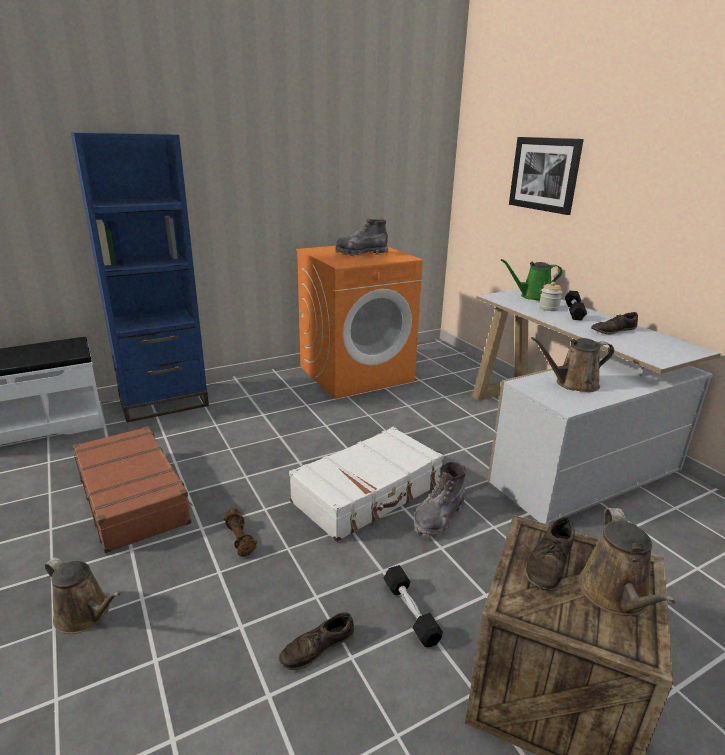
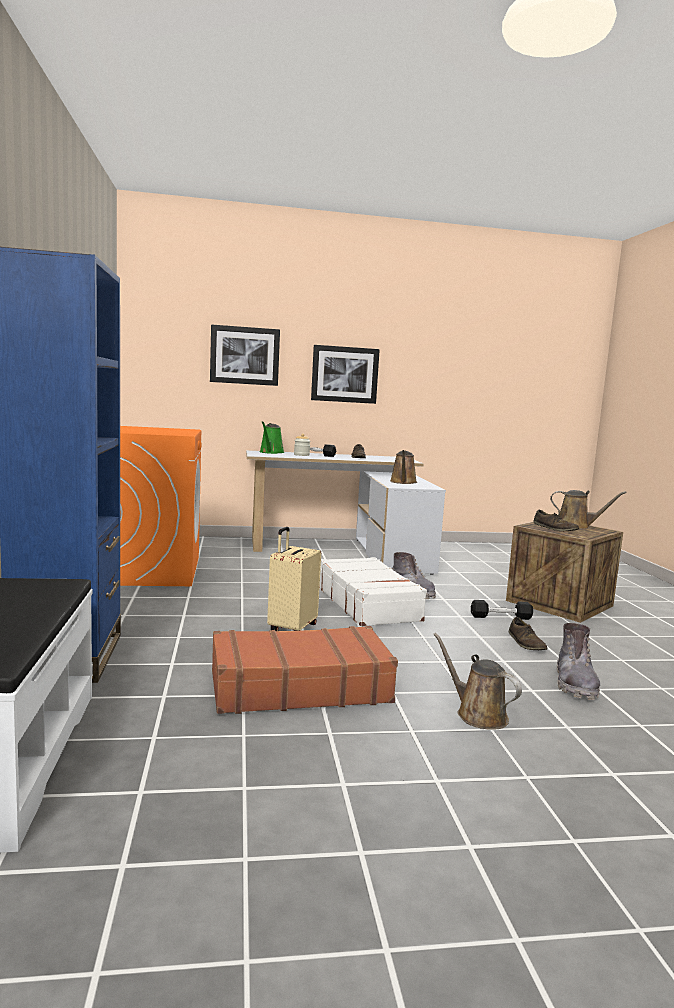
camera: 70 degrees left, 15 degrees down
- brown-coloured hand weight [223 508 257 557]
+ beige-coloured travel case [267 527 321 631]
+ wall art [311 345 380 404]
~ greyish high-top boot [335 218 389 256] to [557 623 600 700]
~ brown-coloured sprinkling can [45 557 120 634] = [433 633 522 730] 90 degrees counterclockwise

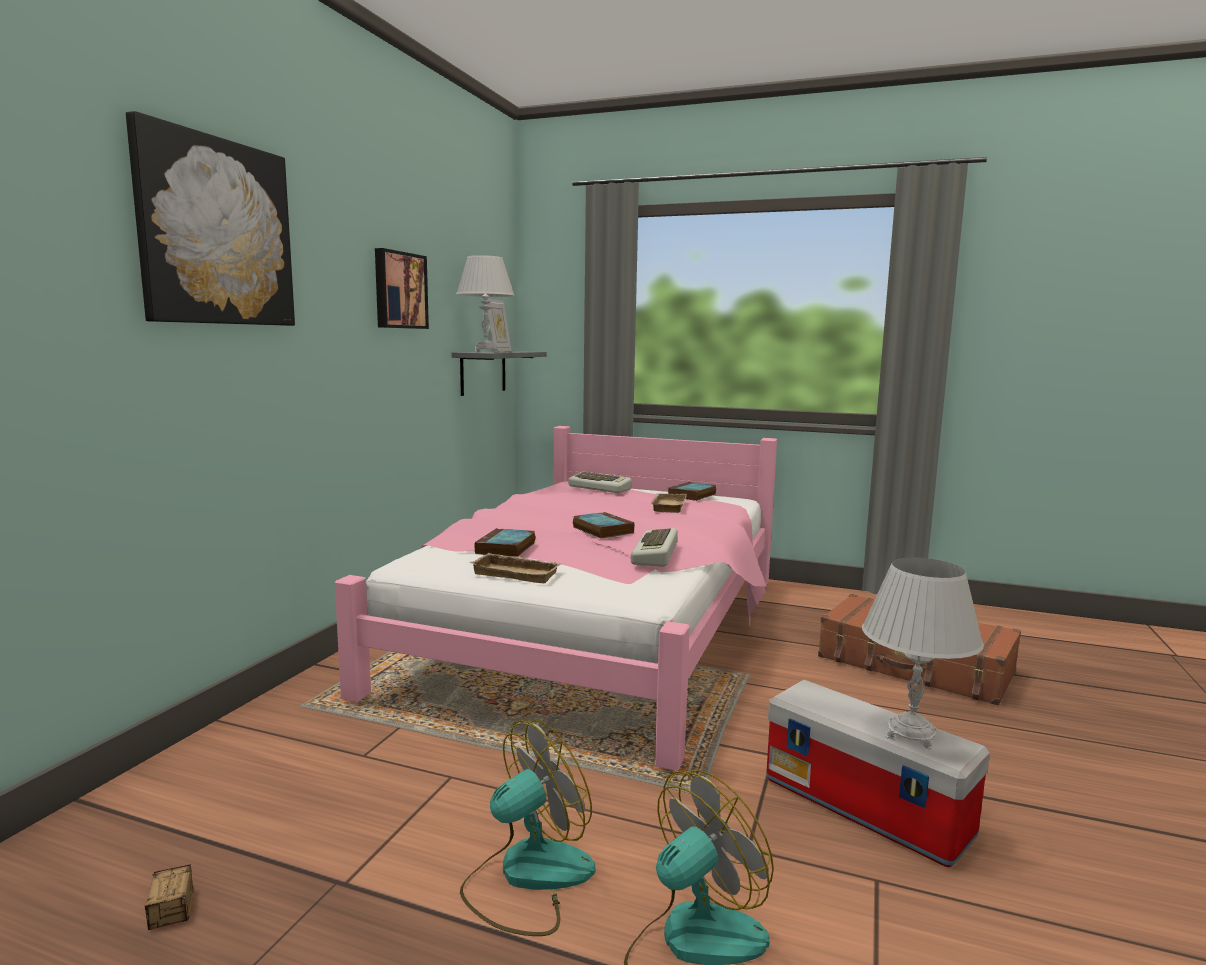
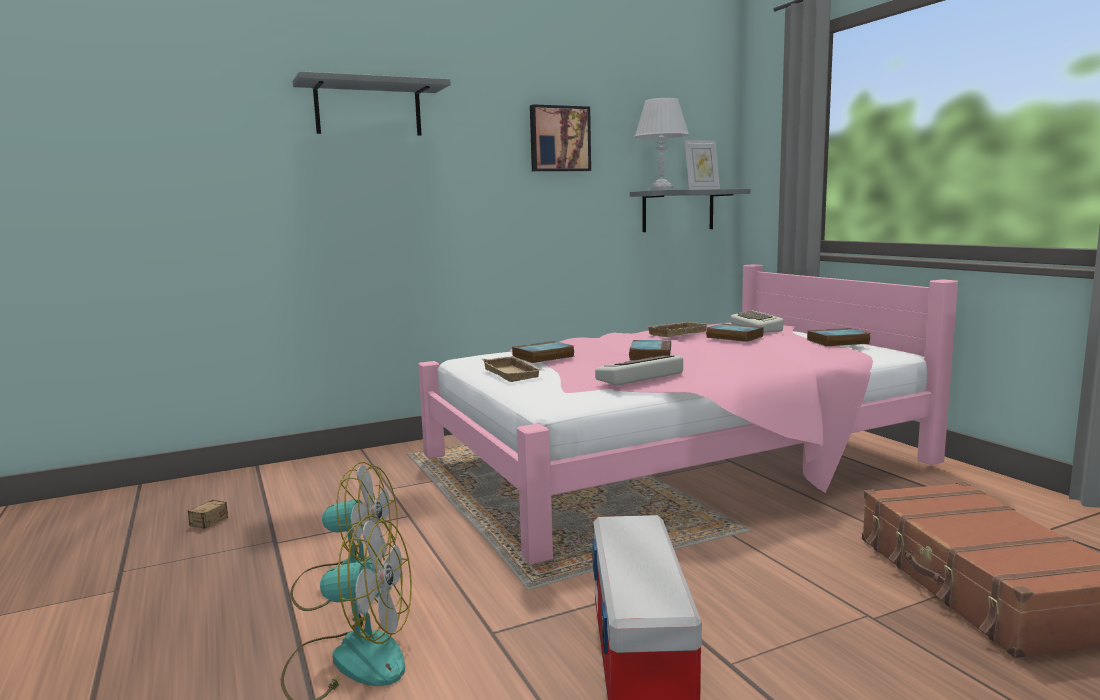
camera: 45 degrees right, 0 degrees up
- whitish table lamp [862 558 984 750]
+ bound book [706 323 764 342]
~ beige-coloured tray [651 493 687 513] to [645 322 708 337]
~ wall art [126 111 295 326] to greyish shelf [293 71 451 136]

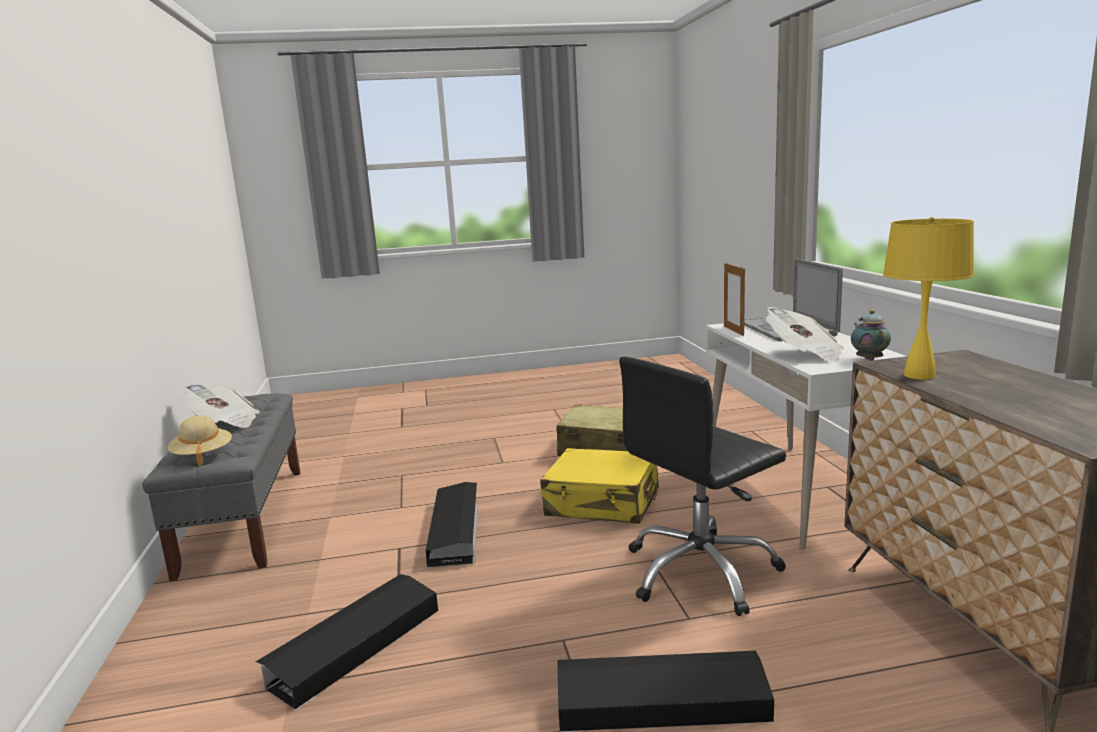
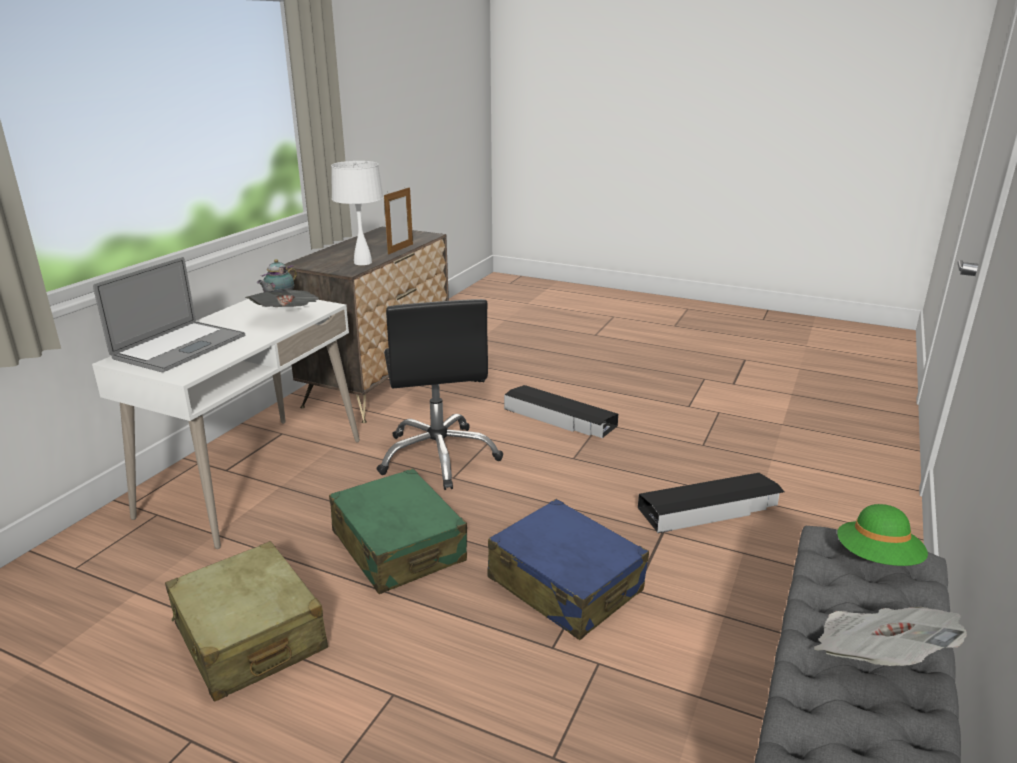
camera: 145 degrees left, 10 degrees up
~ picture frame [724 263 745 336] to [384 186 413 255]
~ black storage bin [425 482 478 567] to blue-coloured travel case [488 499 649 640]
~ beige-coloured wearable hat [167 415 232 466] to green-coloured wearable hat [837 504 928 566]
~ yellow travel case [540 448 659 524] to green-coloured travel case [329 468 467 594]
~ yellow table lamp [883 217 974 379] to whitish table lamp [331 161 384 265]
~ black office chair [619 357 786 616] = [377 299 503 490] 75 degrees clockwise

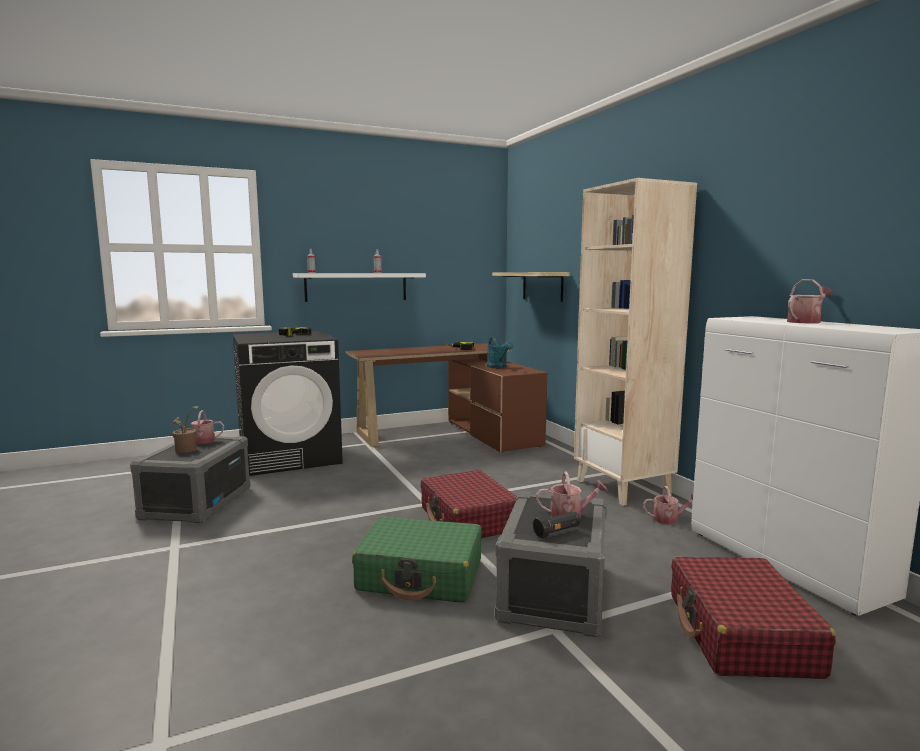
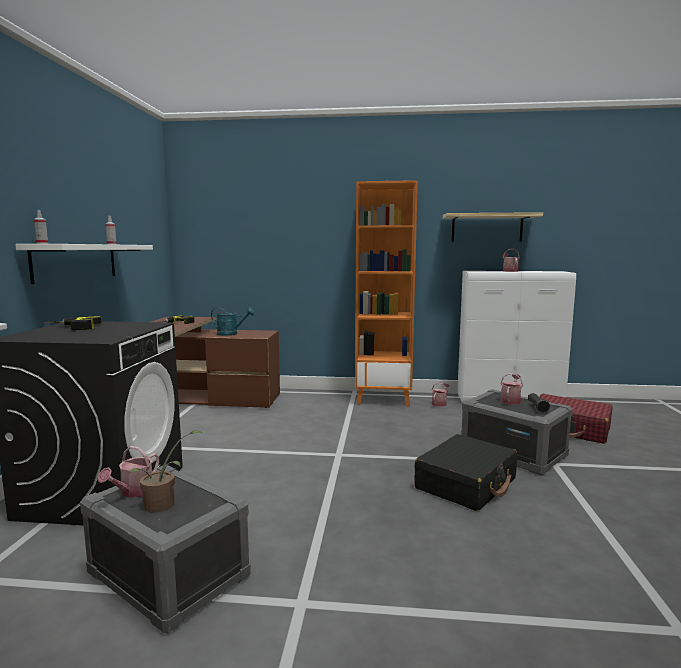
camera: 60 degrees left, 0 degrees up
- red-coloured travel case [421 470 517 538]
~ shelf [492 272 570 302] to [443 212 543 242]
~ green-coloured travel case [352 516 482 603] to black travel case [414 434 517 511]
~ beige-coloured bookshelf [574 178 697 506] to orange bookshelf [355 180 418 406]

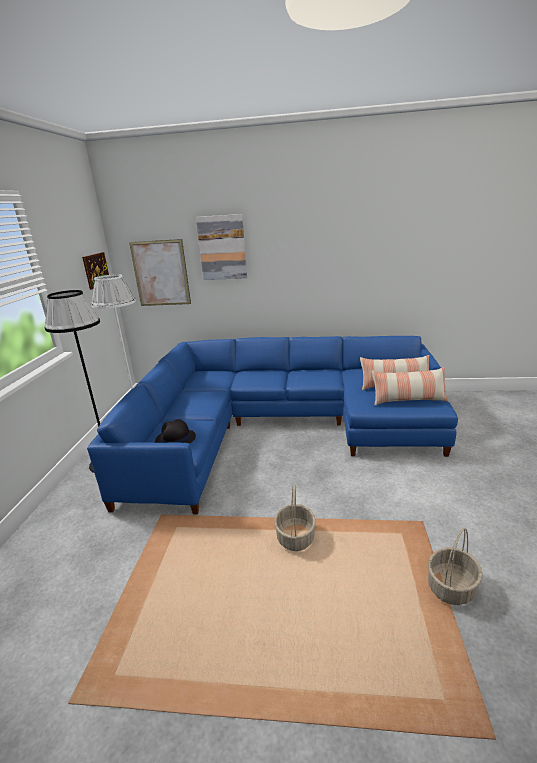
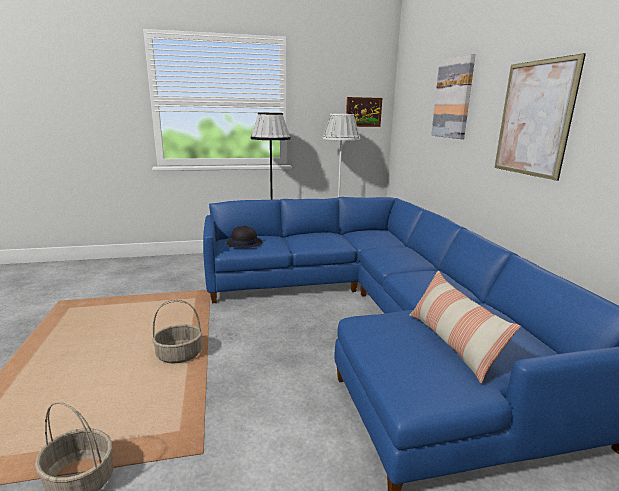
camera: 70 degrees right, 5 degrees down
- pillow [372 367 448 406]
~ wall art [129 239 191 306] to [494 53 586 181]

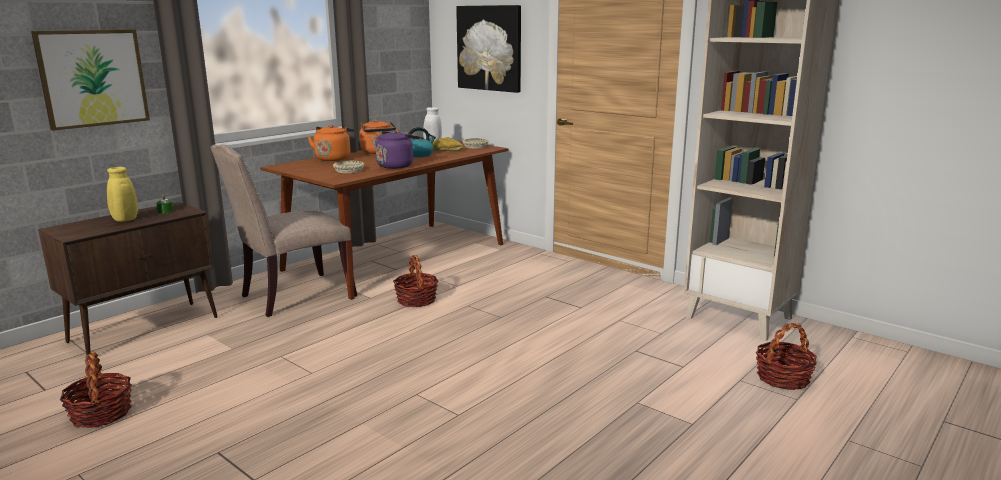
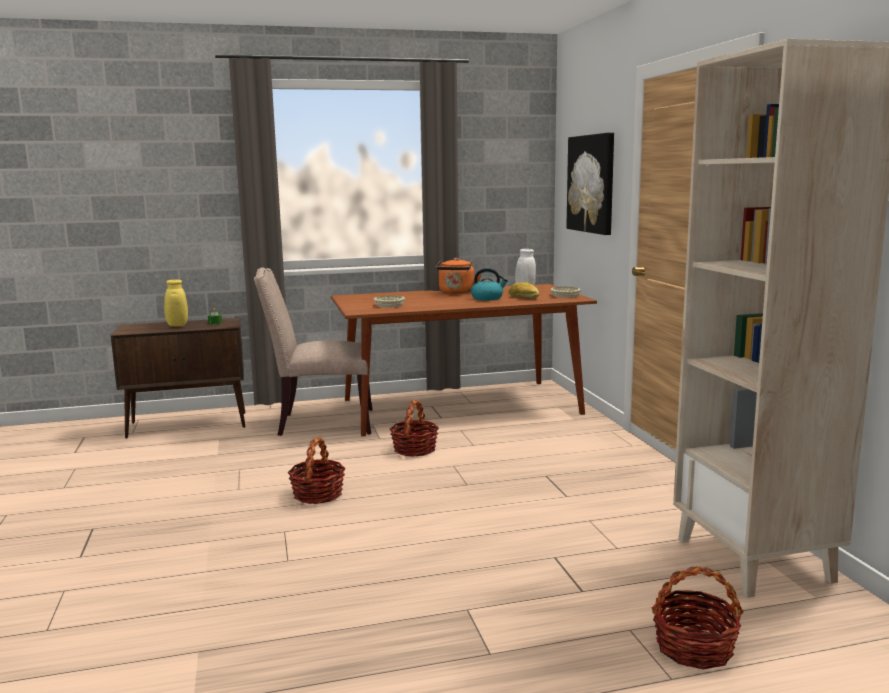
camera: 35 degrees right, 5 degrees down
- wall art [31 30 150 131]
- orange tea kettle [308 125 354 161]
- purple-coloured tea kettle [375 130 420 169]
~ basket [60 352 132 428] to [287 437 346 504]

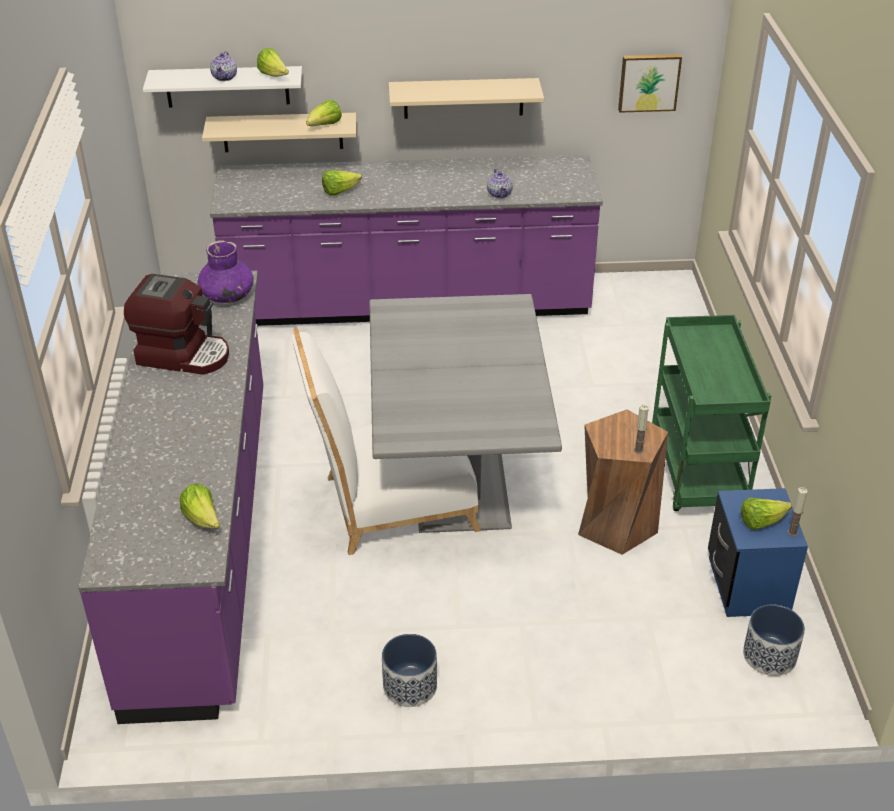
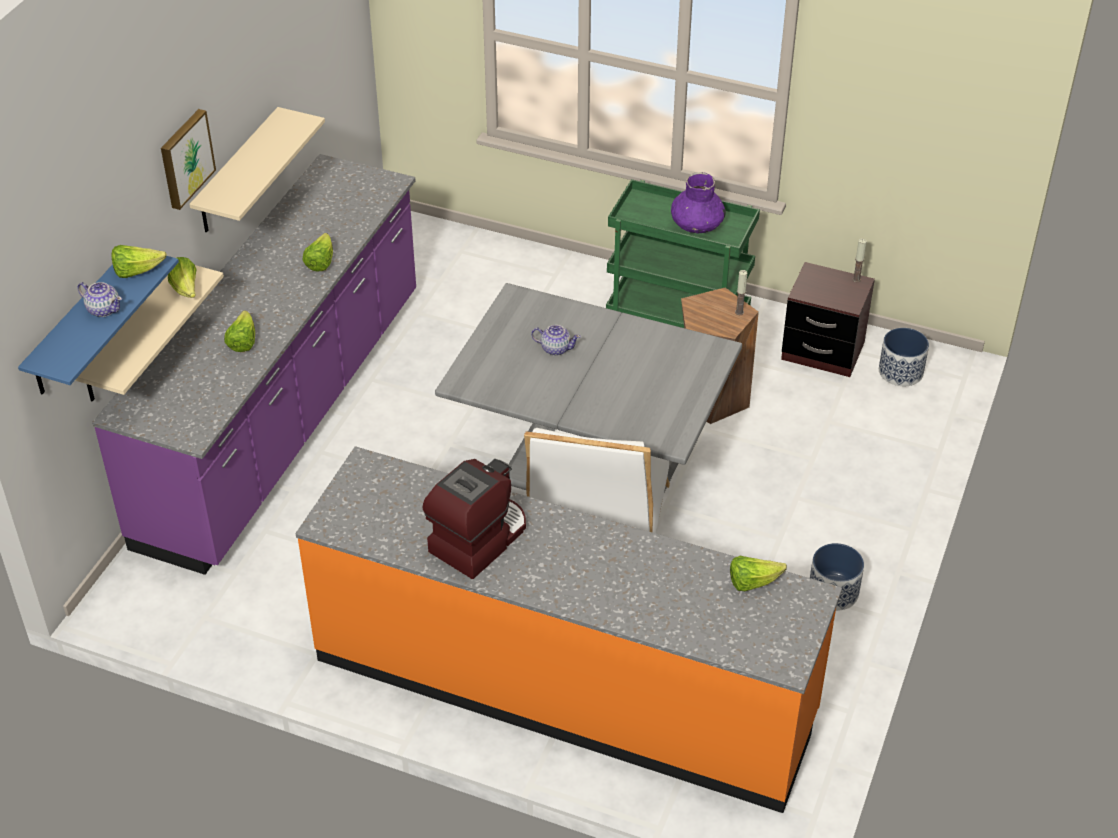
camera: 65 degrees left, 5 degrees up
~ purple-coloured decorative vase [198 240 253 303] to [671 172 726 233]
~ tea pot [487 169 513 198] to [531 325 581 356]
~ wall art [618 54 682 113] to [161 109 216 210]
~ head of lettuce [741 497 792 530] to [302 233 333 271]
~ purple-coloured kitchen counter [78 271 263 724] to orange kitchen counter [296 446 842 813]
~ whitish shelf [143 66 302 108] to blue-coloured shelf [18 256 179 394]
~ blue-coloured bedside table [708 488 808 617] to brown-coloured bedside table [781 262 875 377]

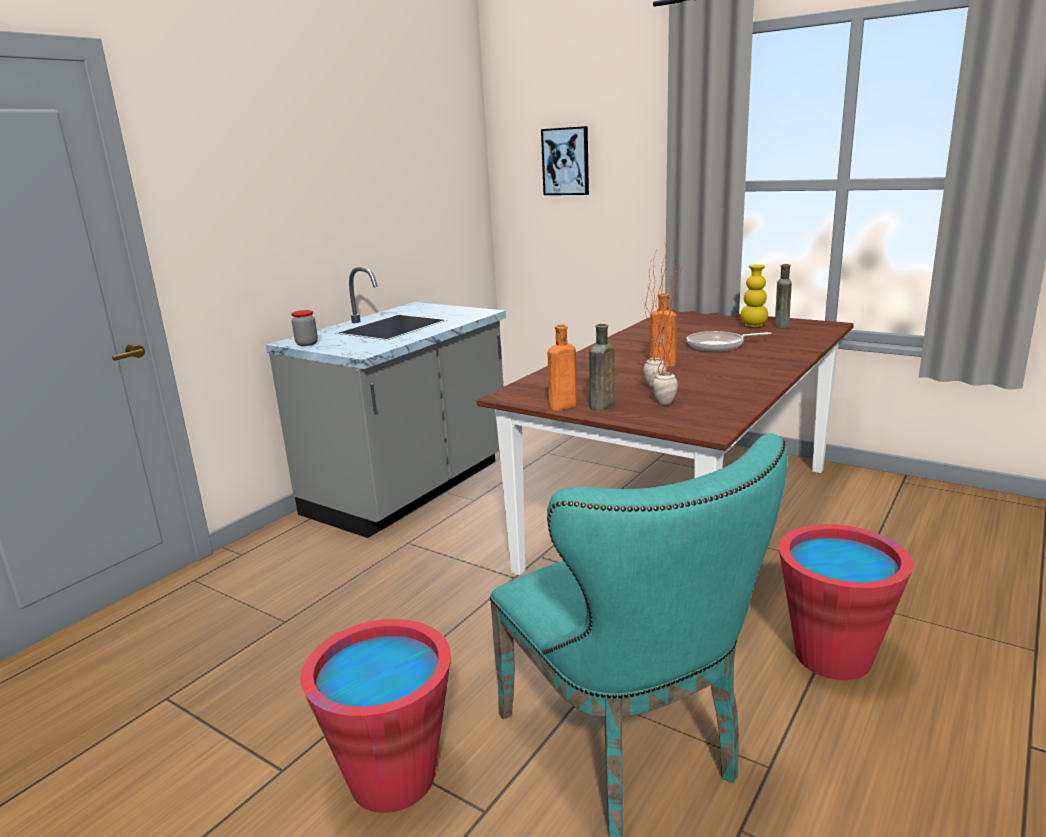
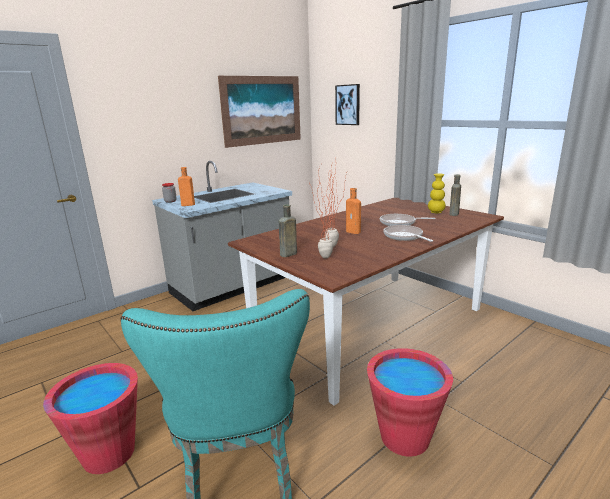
camera: 15 degrees right, 0 degrees up
+ wall art [218 76 301 148]
+ skillet [384 225 433 242]
~ orange bottle [548 325 577 411] to [178 167 195 206]

